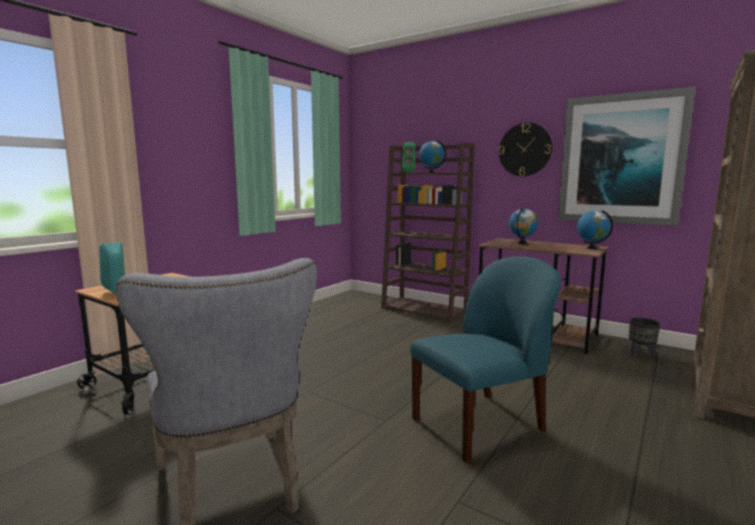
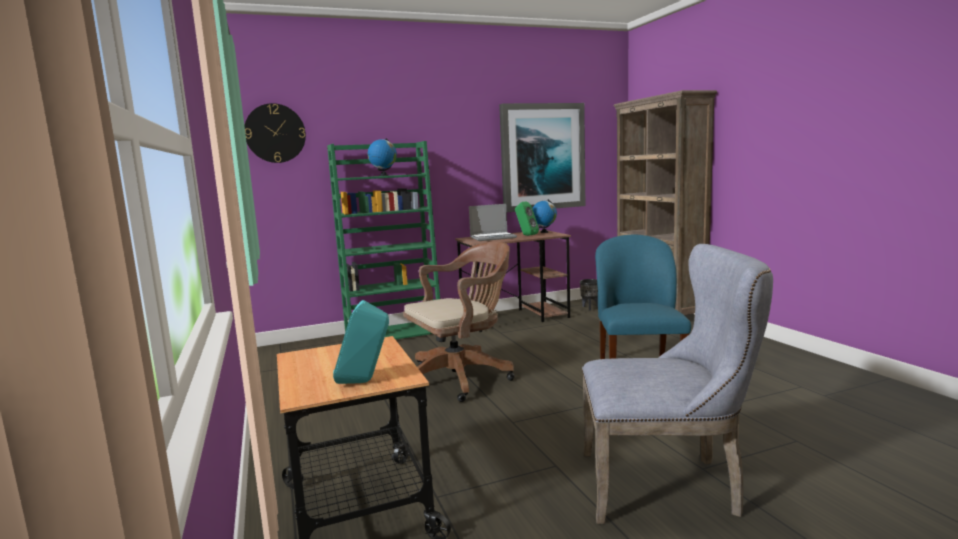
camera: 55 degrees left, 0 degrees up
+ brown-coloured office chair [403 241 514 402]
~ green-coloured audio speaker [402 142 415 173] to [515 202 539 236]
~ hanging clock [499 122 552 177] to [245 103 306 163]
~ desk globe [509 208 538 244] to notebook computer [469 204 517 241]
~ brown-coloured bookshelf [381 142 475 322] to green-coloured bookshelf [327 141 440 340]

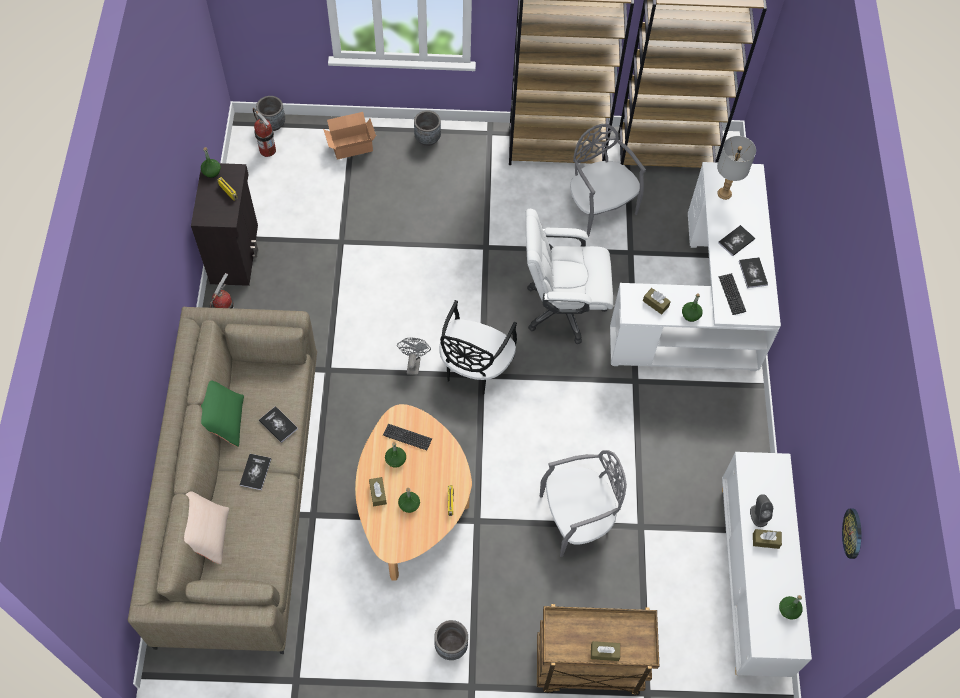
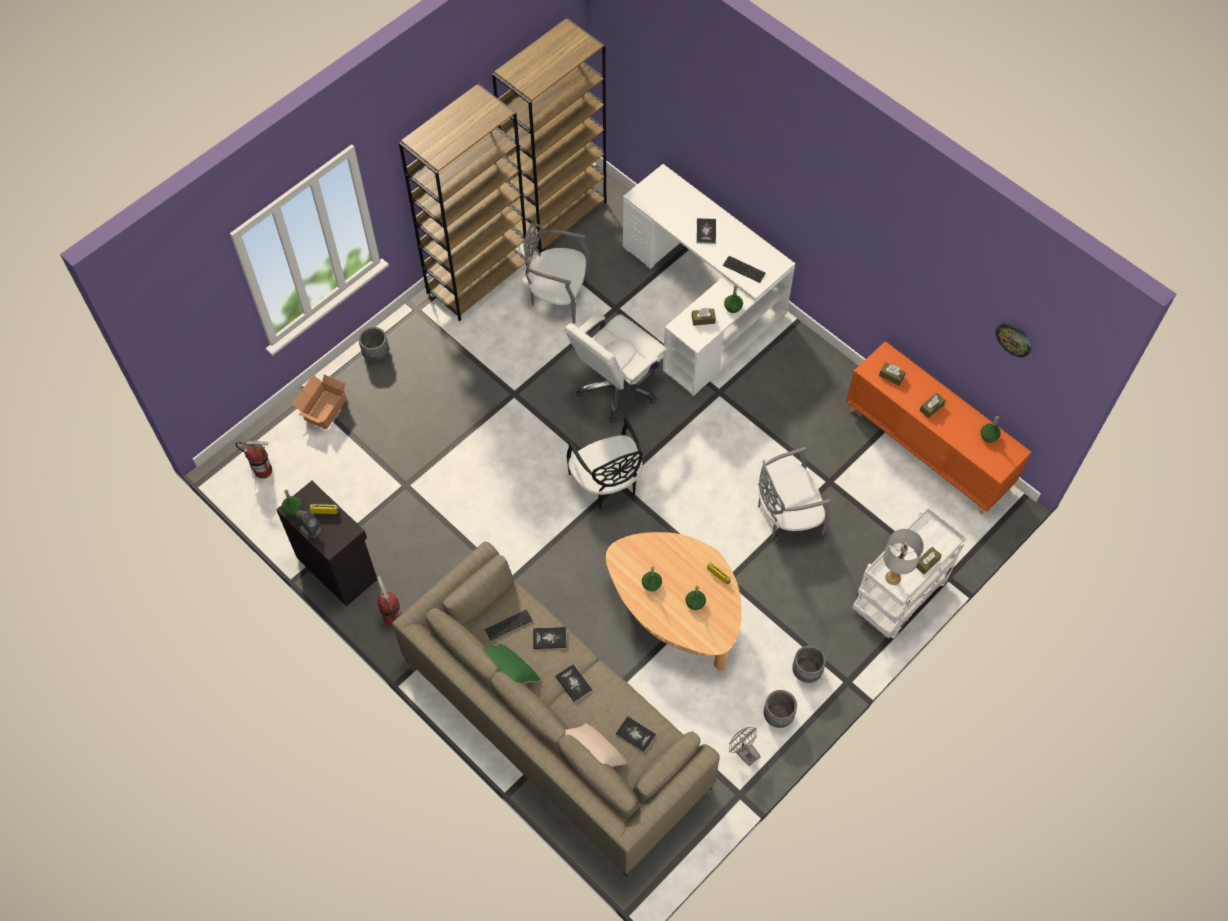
camera: 45 degrees left, 0 degrees up
~ greyish plant pot [256 96 285 131] to [764 690 797 728]
~ brown-coloured tissue holder [369 477 387 507] to [879 362 906 386]
~ keyboard [383 424 432 450] to [485 609 533 641]
~ greyish electric fan [397 337 431 375] to [729 727 760 766]
~ greyish table lamp [717 136 756 200] to [883 529 924 585]
~ bound book [739 257 768 288] to [615 716 656 753]
~ greyish audio speaker [750 494 773 527] to [296 510 321 538]
~ brown-coloured trolley [537 604 659 695] to whitish trolley [852 507 967 639]
~ whitish cupboard [722 452 812 677] to orange cupboard [846 341 1031 515]
~ greyish chair [540 450 627 557] = [758 447 830 539] 135 degrees counterclockwise

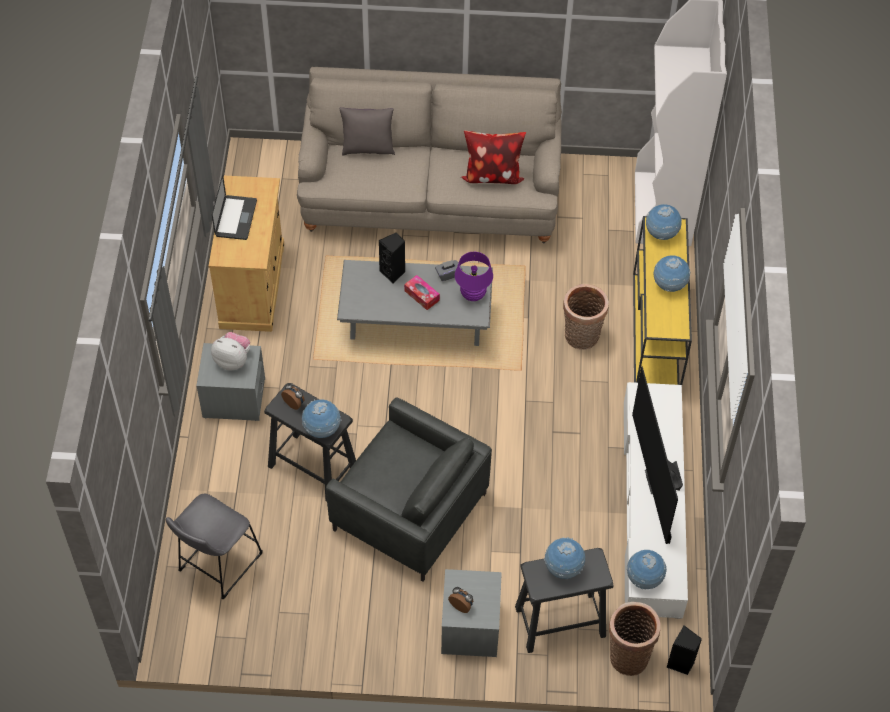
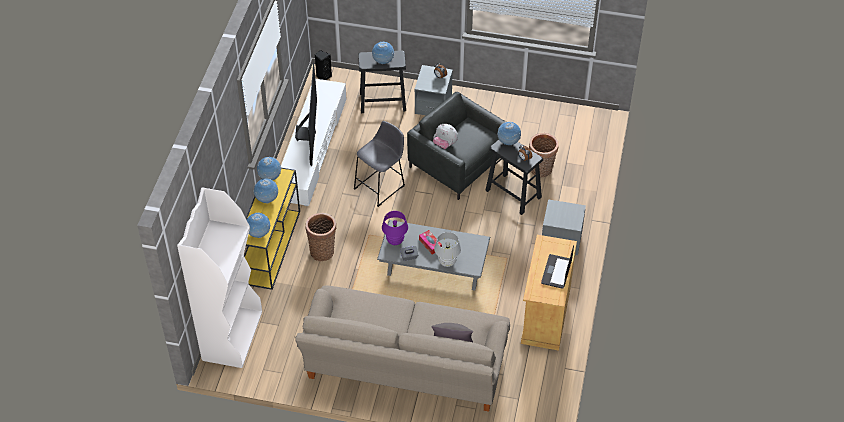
camera: 170 degrees left, 5 degrees down
- pillow [461 130 526 184]
~ greyish stool [166 494 263 599] to [353 121 405 207]
~ cuddly toy [211 332 250 371] to [433 124 458 149]
~ basket [609 602 661 676] to [529 133 559 177]
~ desk globe [627 550 667 589] to [257 157 281 180]
~ black audio speaker [378 233 405 284] to whitish table lamp [434 232 461 267]

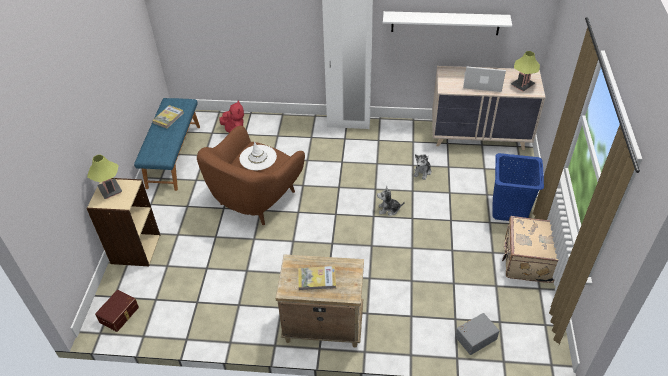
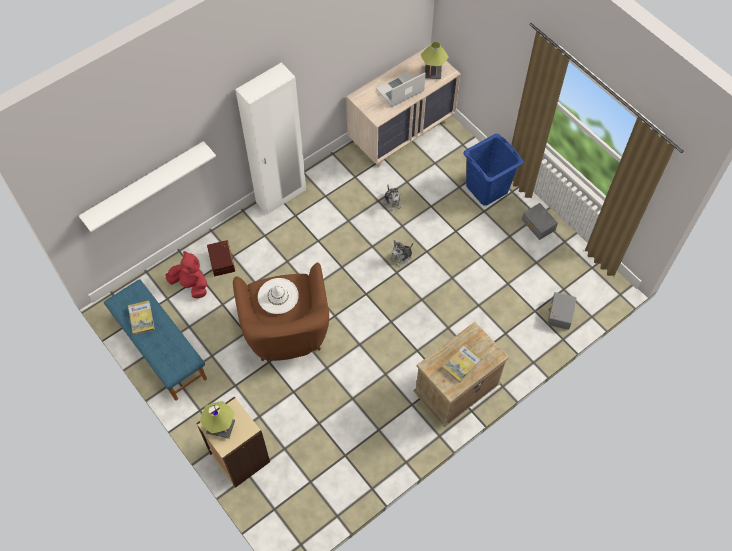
camera: 45 degrees left, 15 degrees up
~ brown-coloured storage bin [95 290 139 332] to [207 240 235 276]
~ whitish shelf [383 11 512 35] to [79 141 216 232]
~ beige-coloured travel case [502 216 559 283] to greyish storage bin [522 203 558 240]

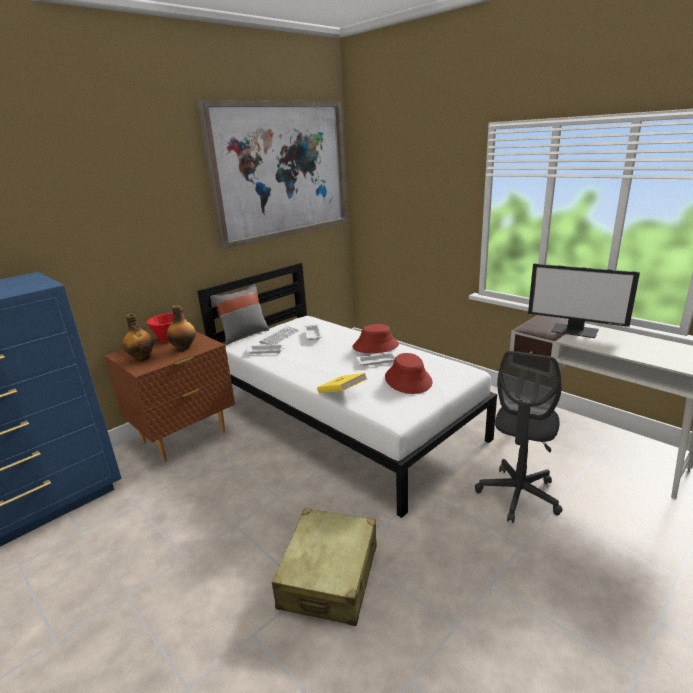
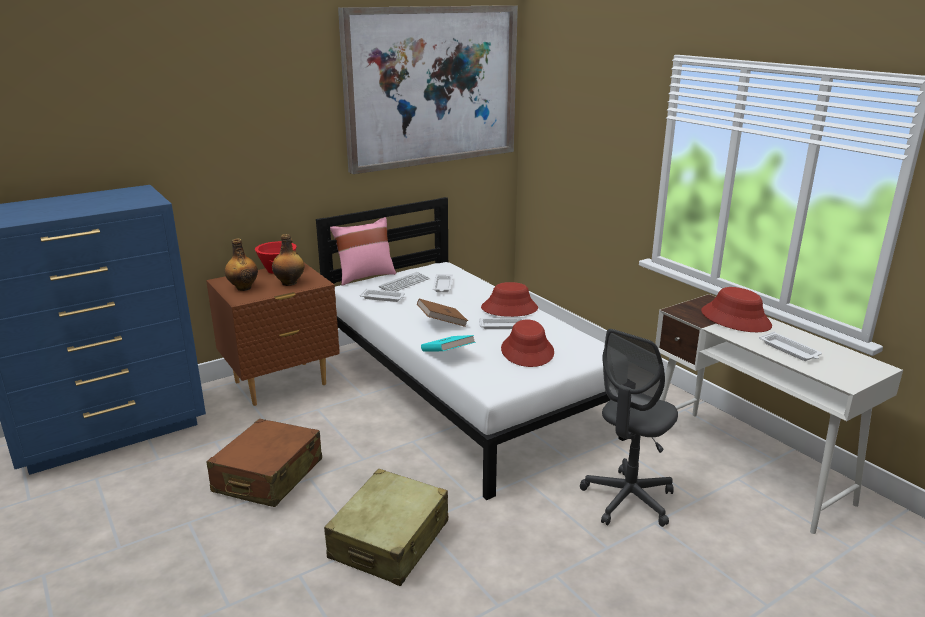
camera: 10 degrees right, 0 degrees up
+ brown-coloured travel case [206 419 322 507]
+ brown-coloured bound book [417 299 468 327]
+ whitish tray [759 332 822 361]
~ monitor [528 264 640 338] to red-coloured wearable hat [701 287 772 332]
~ greyish pillow [210 284 269 345] to pink-coloured pillow [330 217 396 286]
~ yellow bound book [317 373 367 393] to turquoise bound book [421 335 476 351]

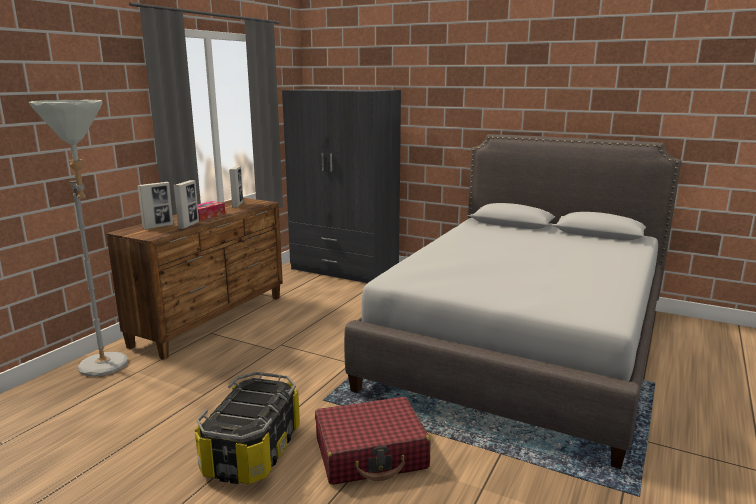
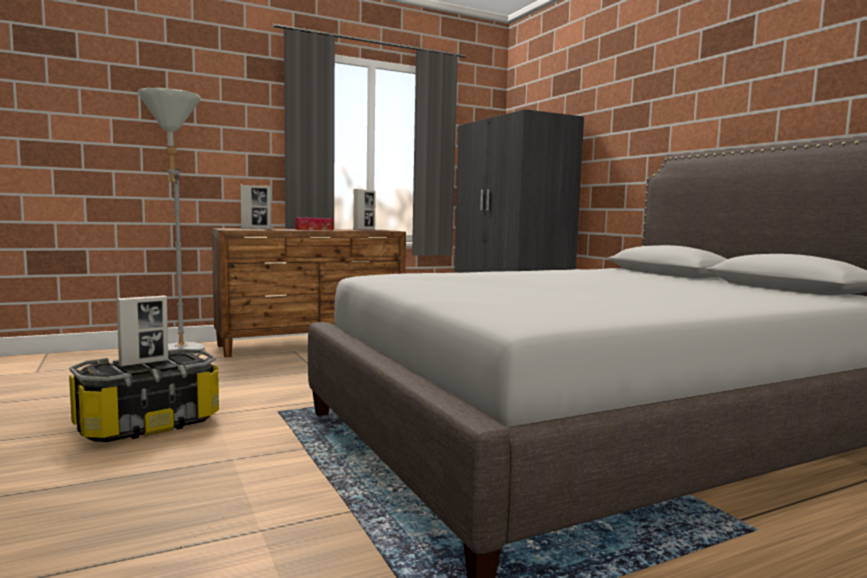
camera: 35 degrees right, 10 degrees down
- red-coloured travel case [315 397 430 485]
~ picture frame [174 180 199 229] to [116 295 168 367]

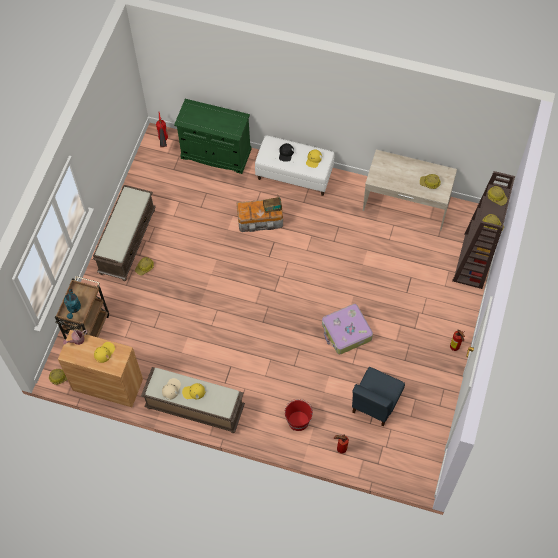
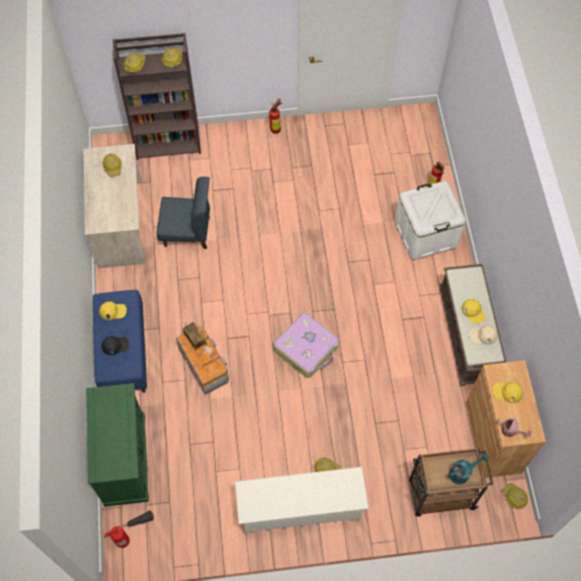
camera: 115 degrees left, 0 degrees up
~ travel case [322 304 373 354] to [274 313 339 378]
~ blue-coloured chair [352 367 405 426] to [157 177 210 249]
~ brown-coloured long seat [93 185 156 281] to whitish shoe rack [235 467 369 536]
~ red-coloured bucket [285 399 313 431] to whitish storage bin [395 181 466 260]
~ whitish long seat [255 136 334 196] to blue-coloured long seat [93 290 147 393]

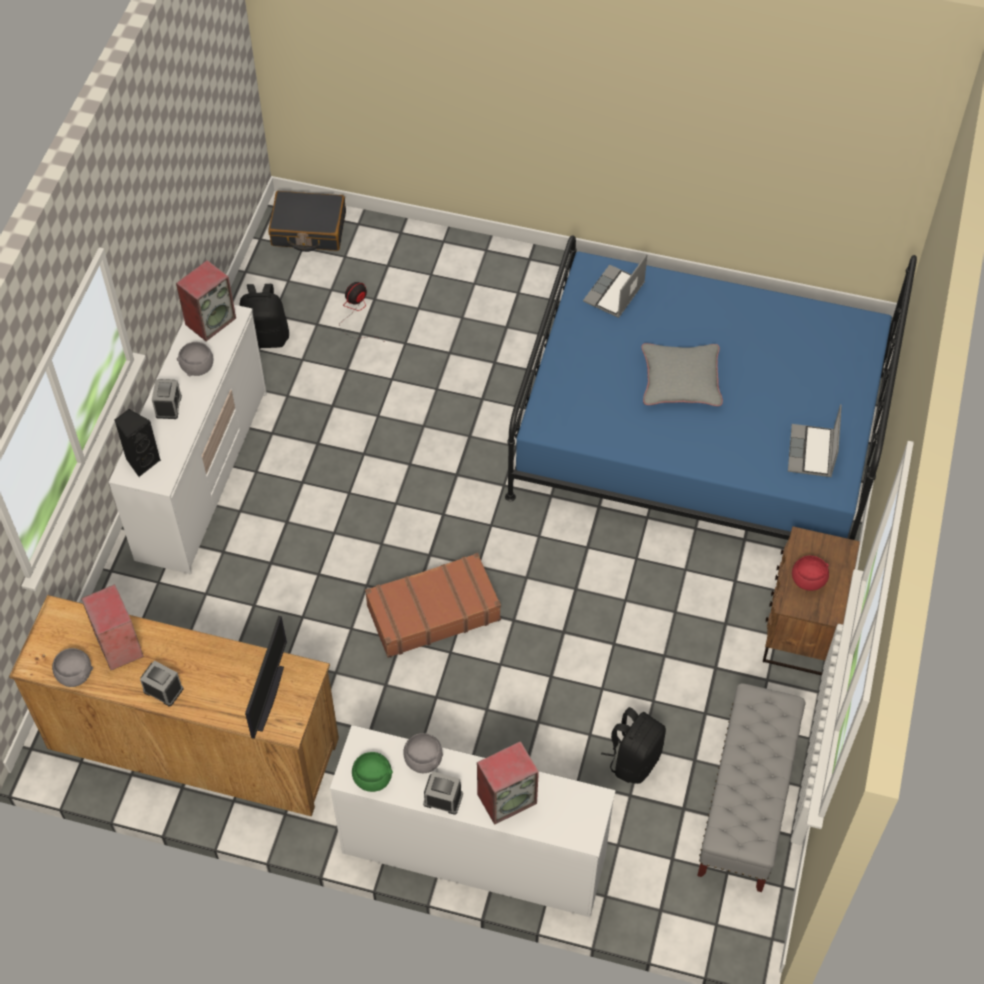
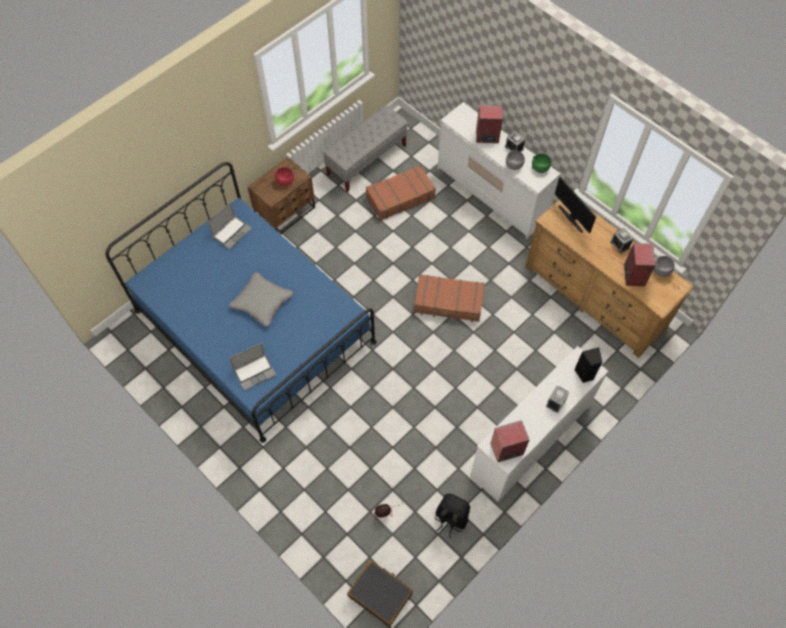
camera: 150 degrees left, 5 degrees up
- greyish bowl [177 342 213 376]
~ black backpack [601 707 666 784] to brown-coloured travel case [366 165 436 221]
~ monitor [245 616 287 739] = [555 176 596 233] 75 degrees counterclockwise

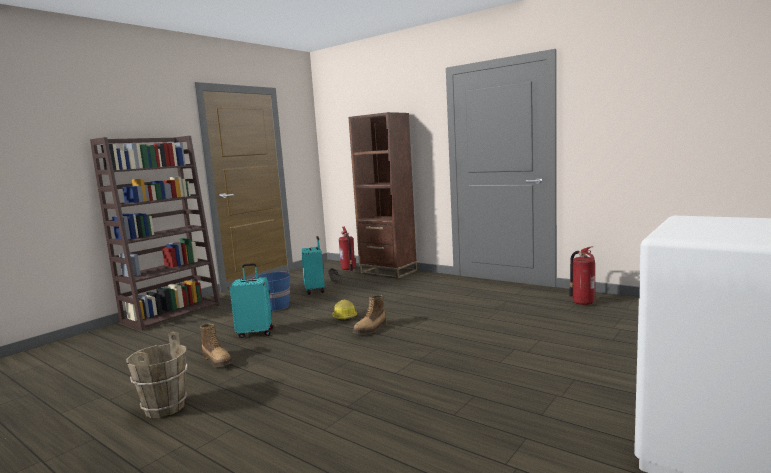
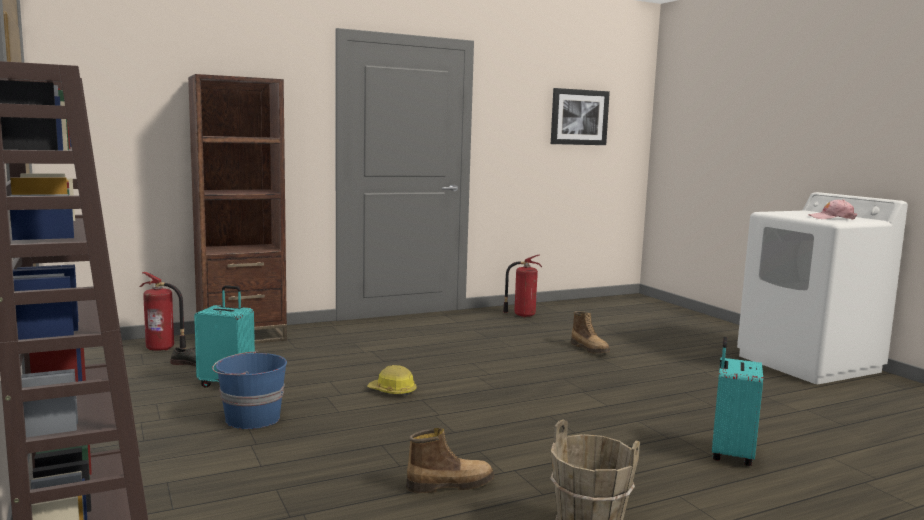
camera: 65 degrees left, 0 degrees up
+ wall art [551 88 610 145]
+ pink-coloured baseball cap [809 199 857 220]
~ turquoise travel case [230 263 273 338] to [712 337 763 466]
~ high-top boot [353 295 387 334] to [571 311 610 353]

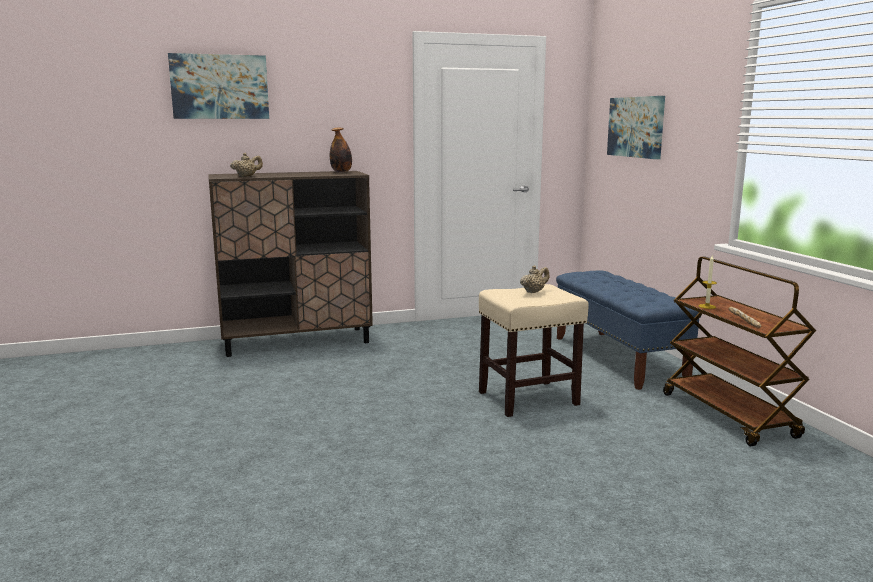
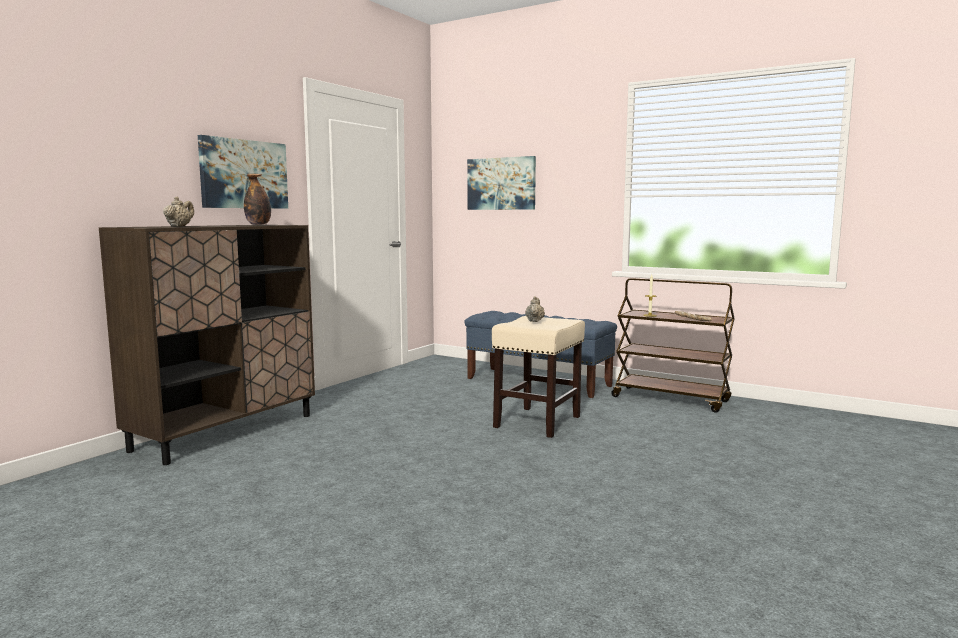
camera: 40 degrees left, 5 degrees down
~ wall art [168 53 269 119] to [198 135 288 209]

